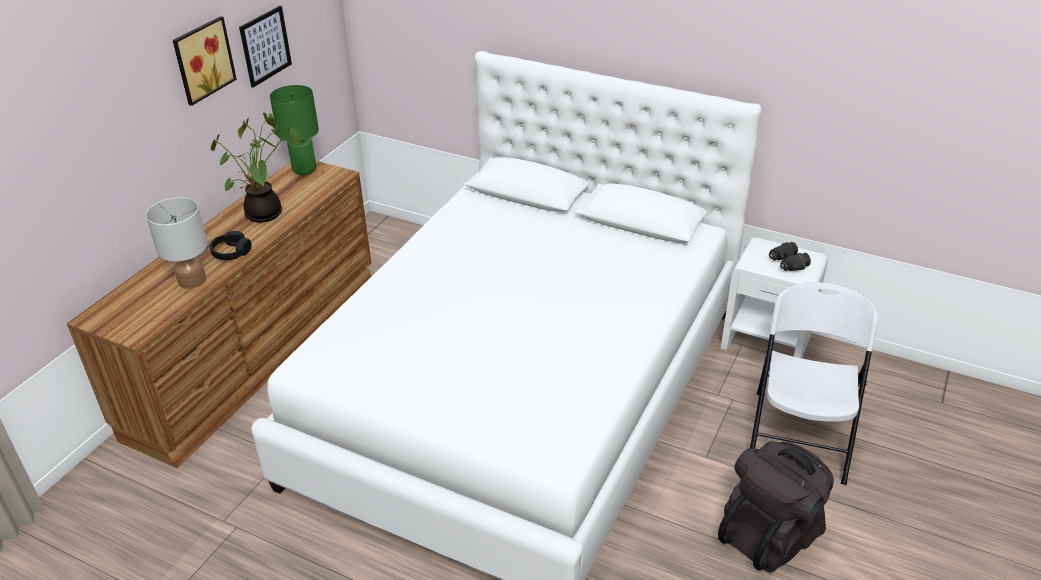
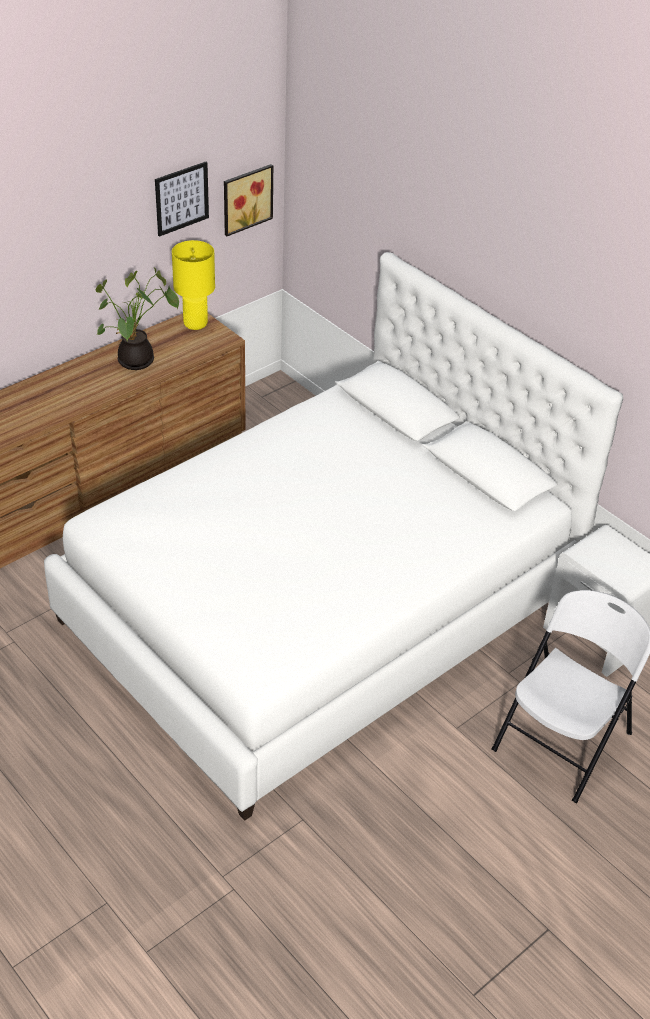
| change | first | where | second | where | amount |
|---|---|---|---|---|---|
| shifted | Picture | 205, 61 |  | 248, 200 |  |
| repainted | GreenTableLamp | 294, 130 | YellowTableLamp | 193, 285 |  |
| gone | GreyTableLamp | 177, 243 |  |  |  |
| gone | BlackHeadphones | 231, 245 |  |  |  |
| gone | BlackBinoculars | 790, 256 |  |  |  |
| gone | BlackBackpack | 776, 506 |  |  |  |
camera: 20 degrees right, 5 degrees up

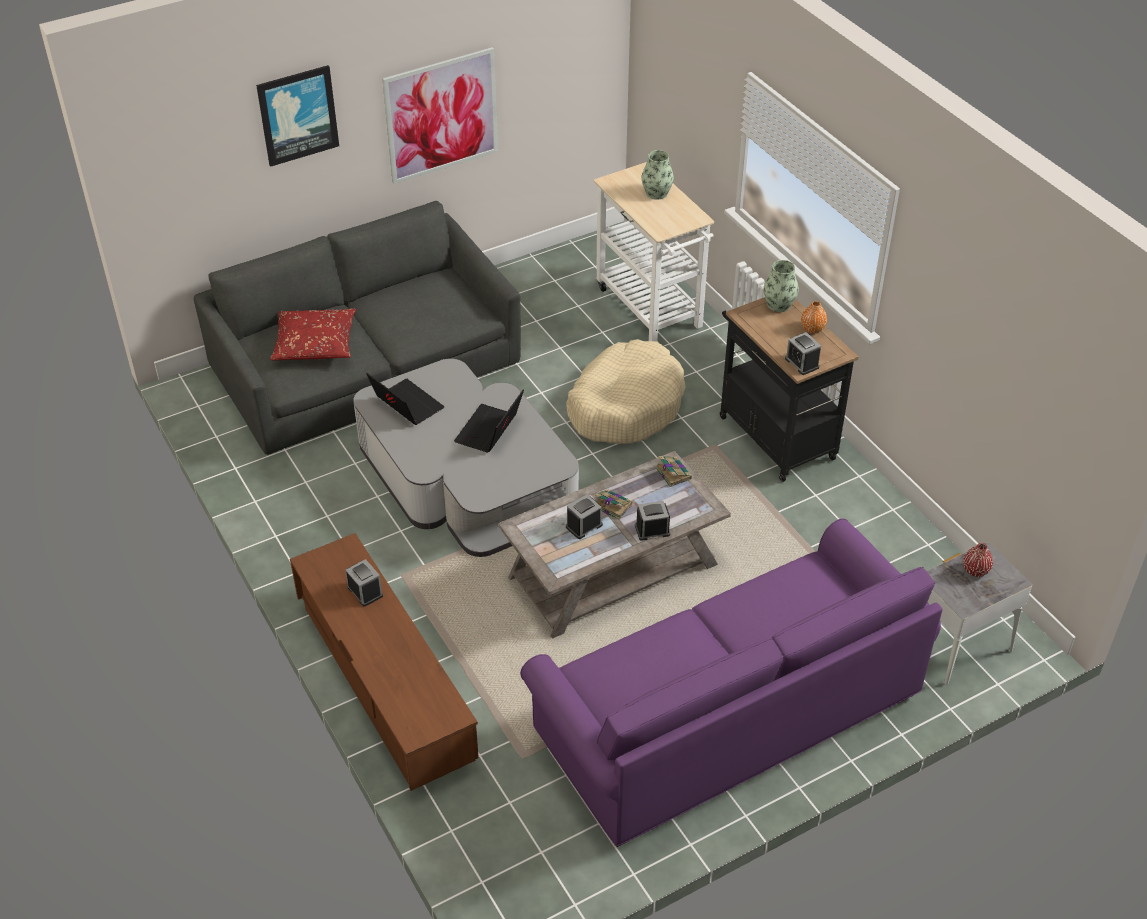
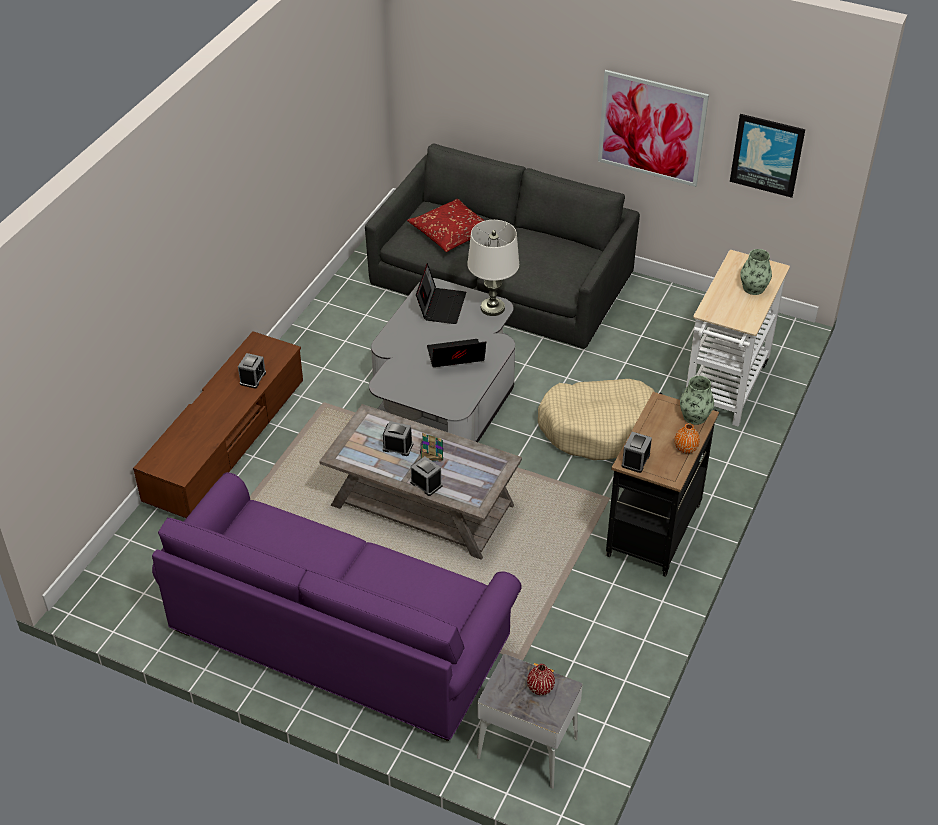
| change | first | where | second | where | amount |
|---|---|---|---|---|---|
| shifted | Picture | 297, 116 |  | 767, 156 |  |
| gone | Book | 674, 471 |  |  |  |
| new |  |  | WhiteTableLamp | 493, 268 |  |
camera: 55 degrees right, 0 degrees up

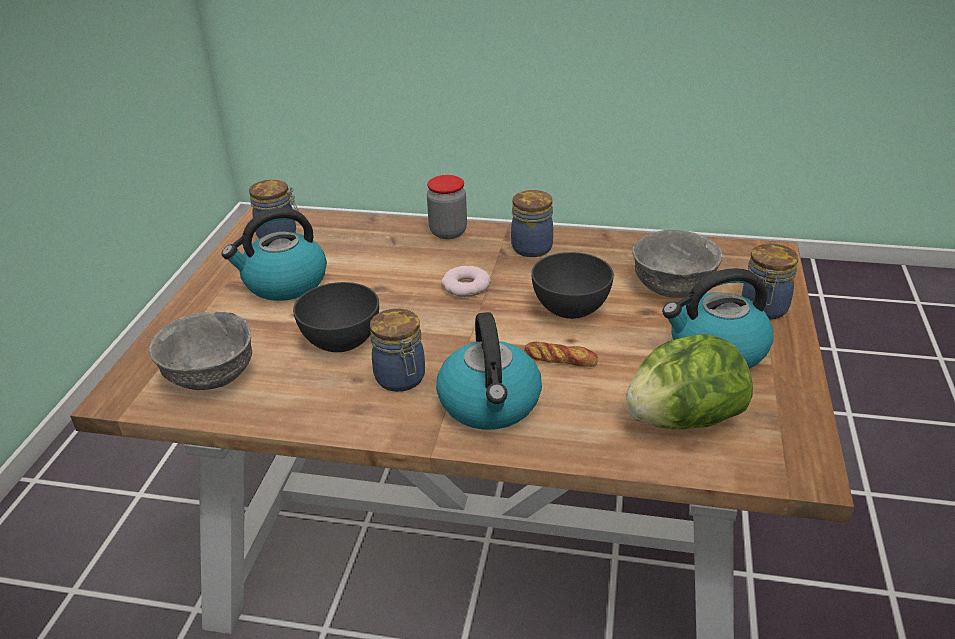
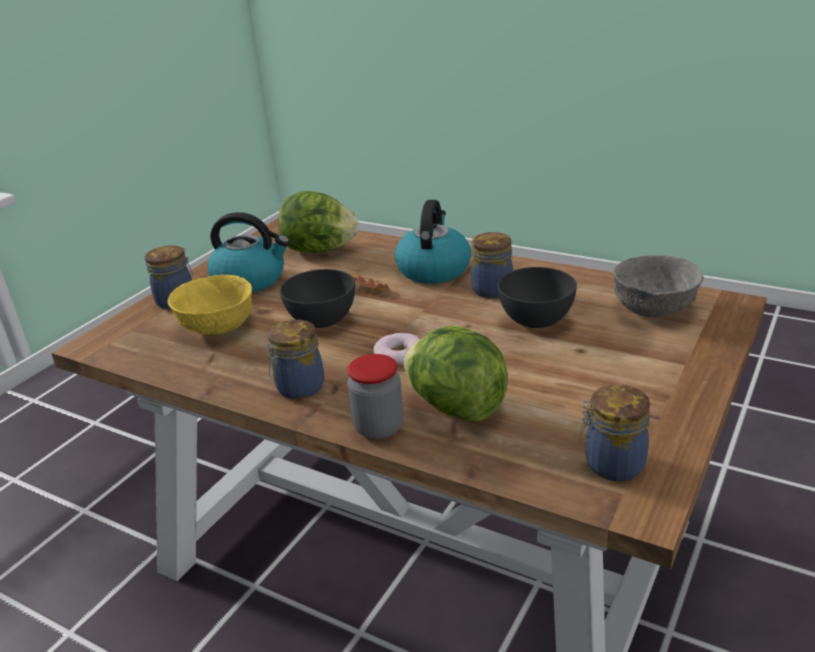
| change | first | where | second | where | amount |
|---|---|---|---|---|---|
| gone | Kettle | 274, 254 |  |  |  |
| repainted | GreyBowl | 677, 264 | YellowBowl | 209, 304 |  |
| new |  |  | Lettuce | 455, 374 |  |
camera: 160 degrees left, 5 degrees down

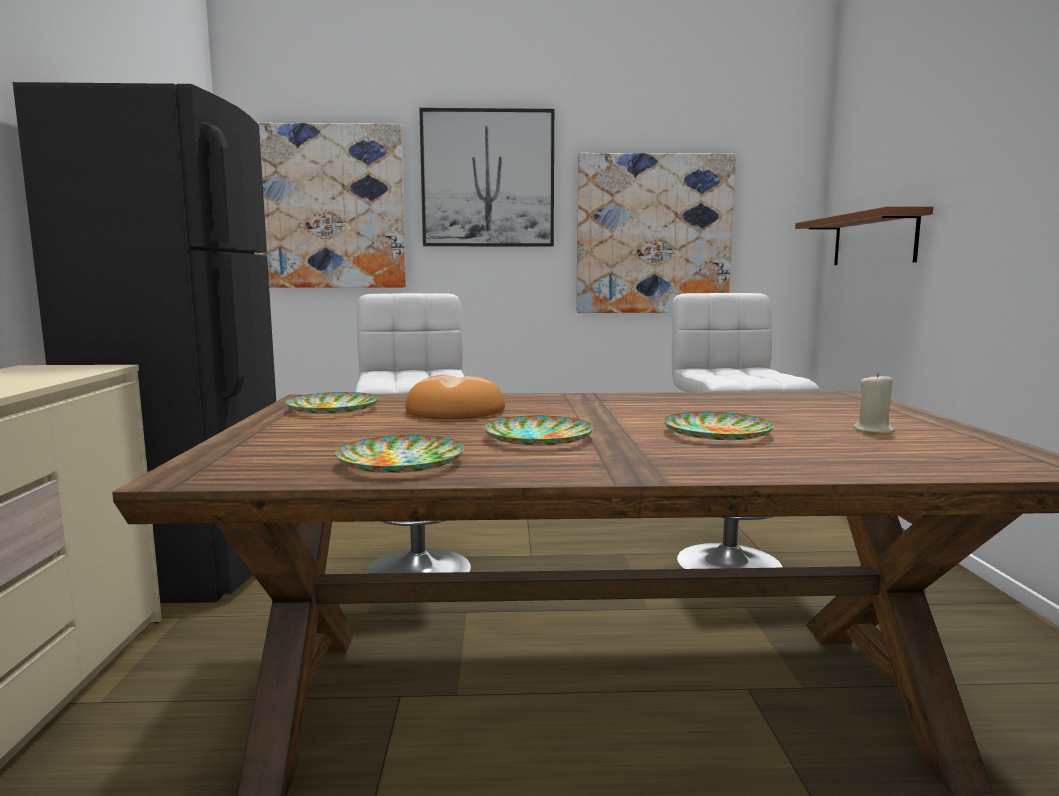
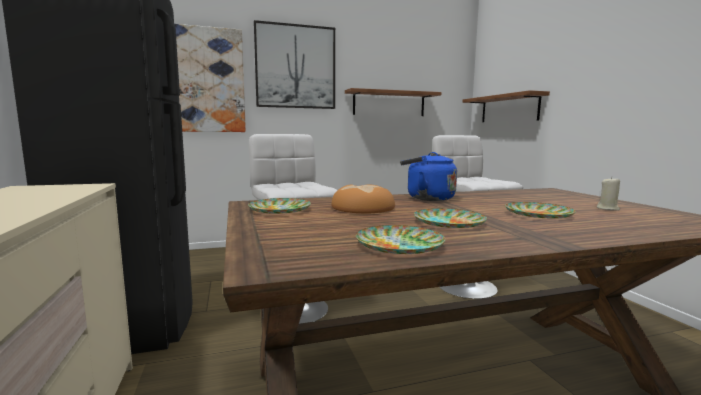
| change | first | where | second | where | amount |
|---|---|---|---|---|---|
| swapped | Picture | 656, 233 | BrownShelf | 393, 102 |  |
| new |  |  | BlueKettle | 428, 176 |  |
camera: 15 degrees left, 0 degrees up

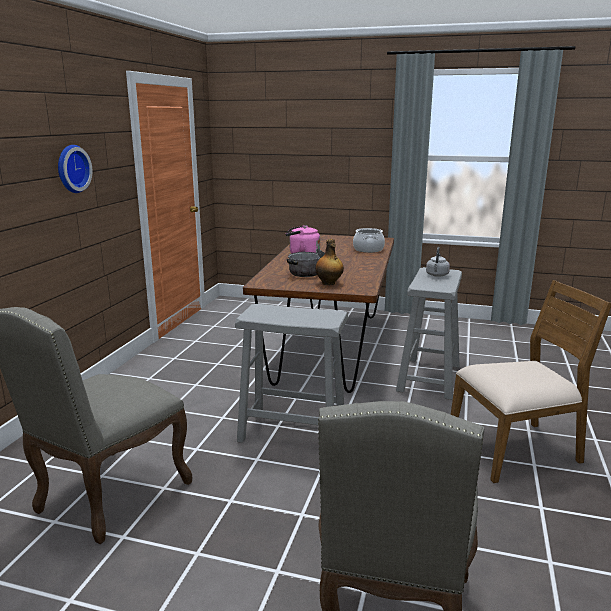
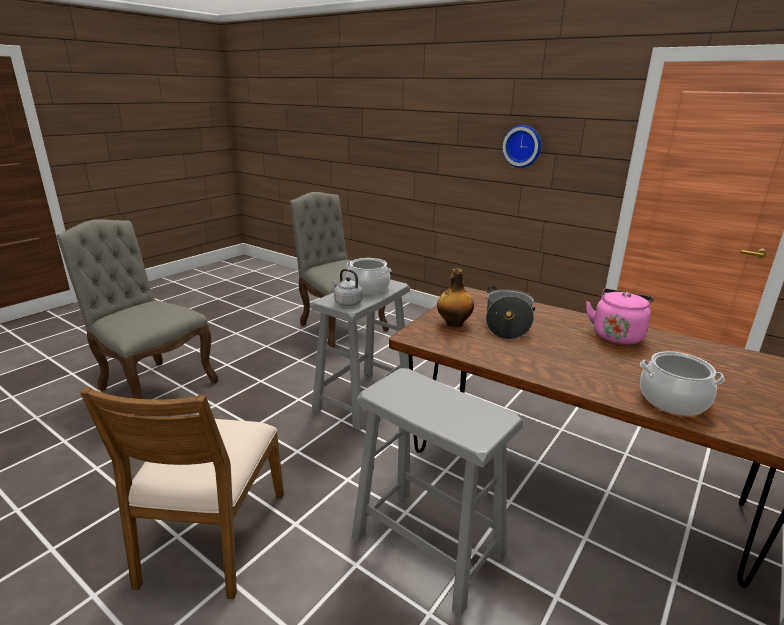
| change | first | where | second | where | amount |
|---|---|---|---|---|---|
| shifted | GreyKettle | 438, 262 |  | 347, 287 |  |
| new |  |  | CookingPot | 368, 276 |  |
camera: 110 degrees right, 5 degrees up

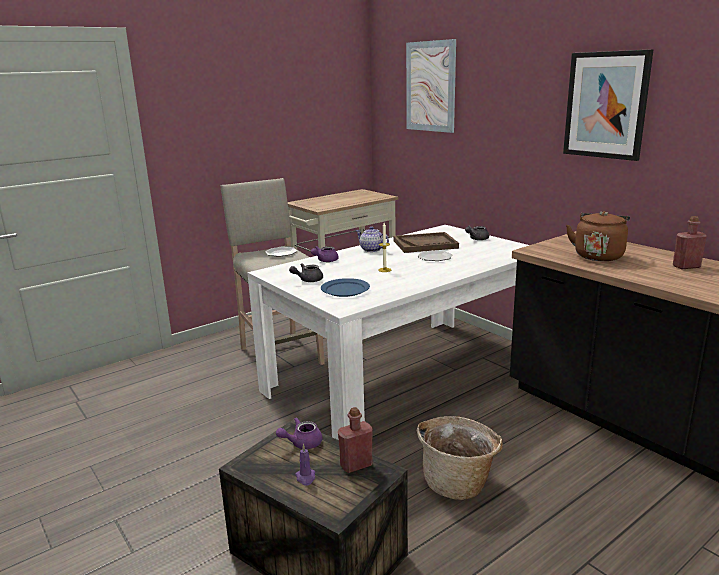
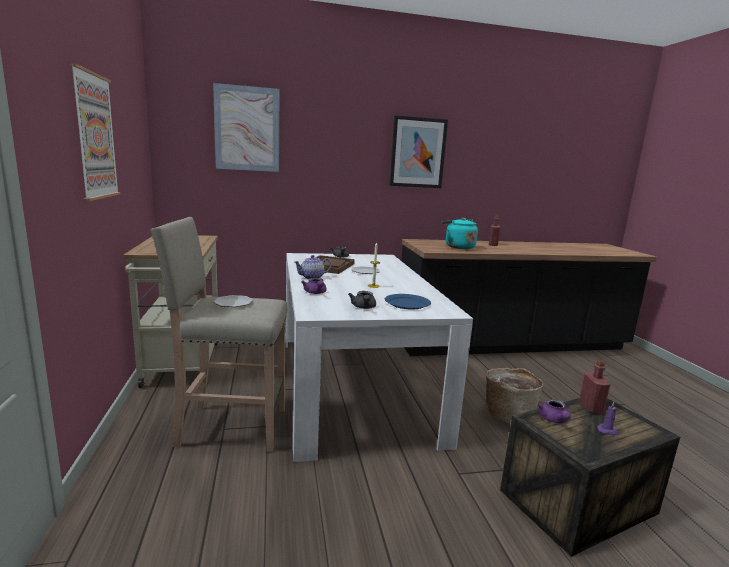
| change | first | where | second | where | amount |
|---|---|---|---|---|---|
| repainted | BrownKettle | 598, 236 | TurquoiseKettle | 459, 233 |  |
| new |  |  | Picture | 94, 132 |  |
camera: 65 degrees left, 5 degrees down

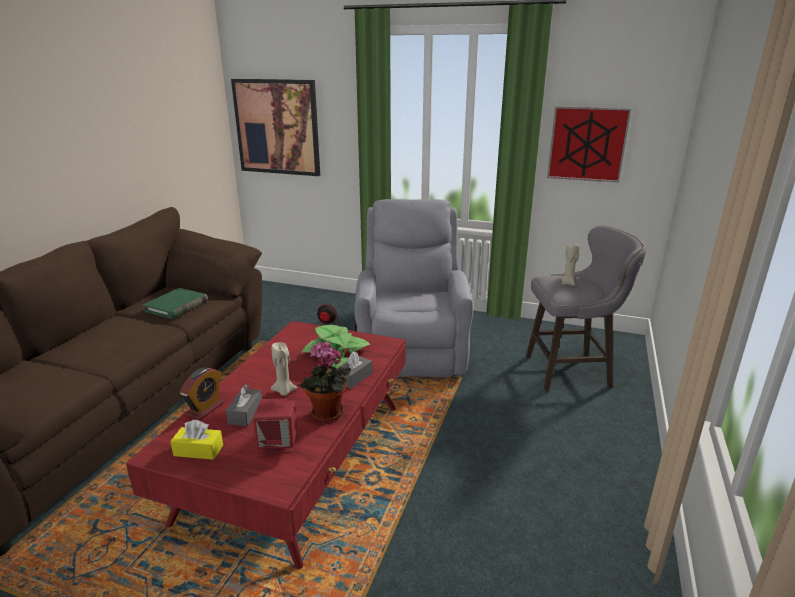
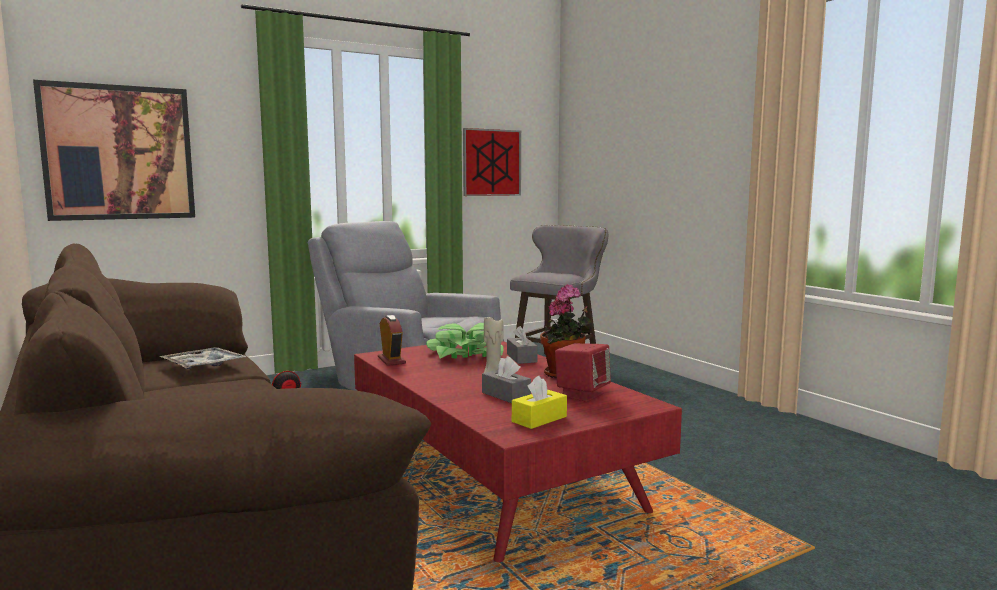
| change | first | where | second | where | amount |
|---|---|---|---|---|---|
| gone | BeigeCandle | 570, 264 |  |  |  |
| swapped | GreenBook | 175, 303 | Tray | 202, 358 |  |
| shifted | AlarmClock | 202, 393 |  | 392, 340 |  |
camera: 50 degrees left, 15 degrees down

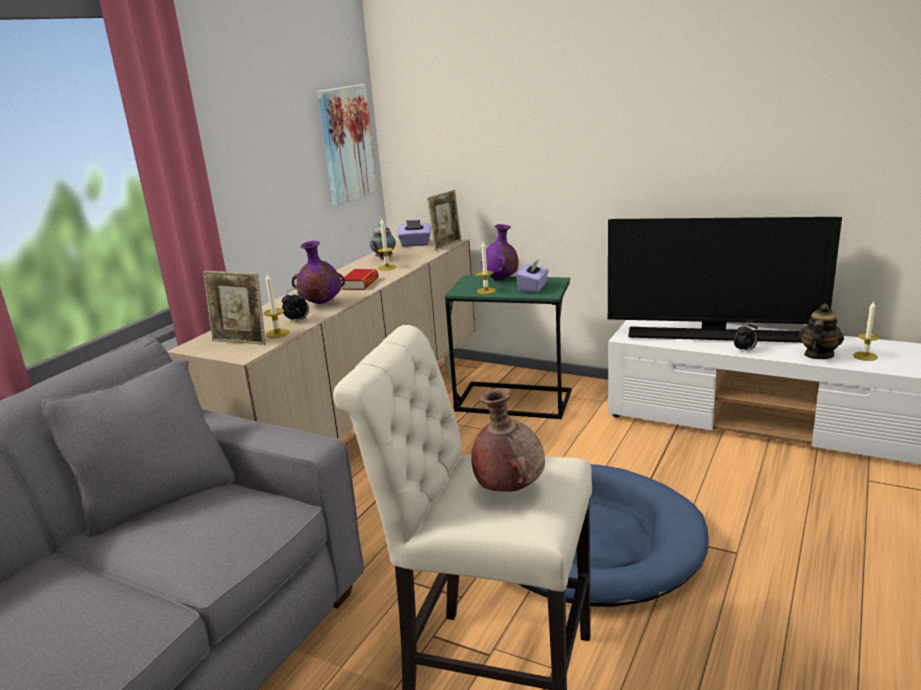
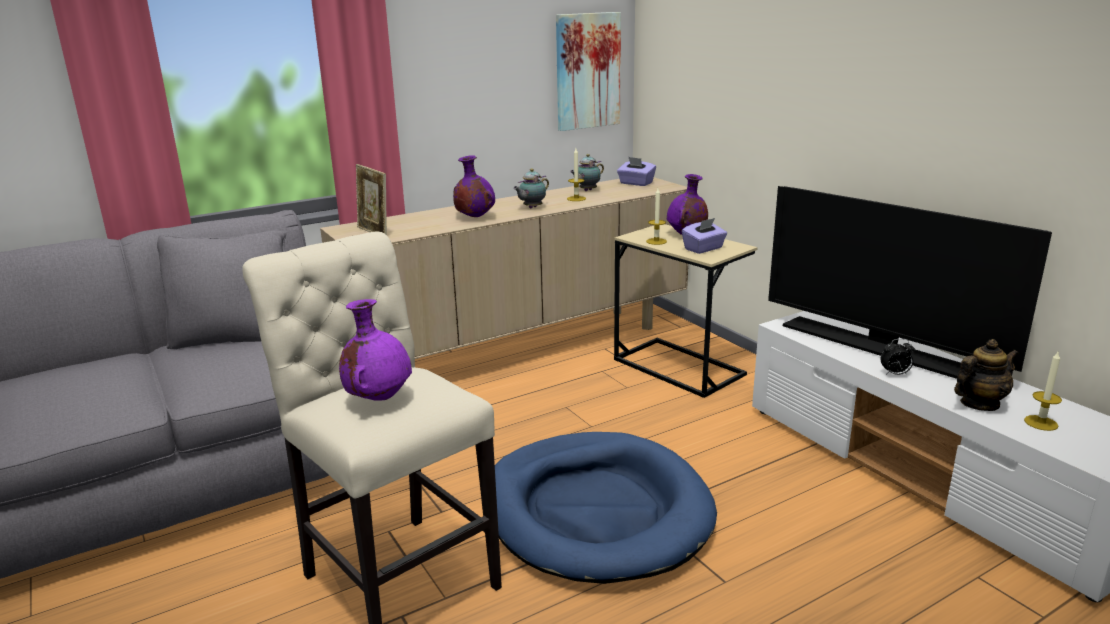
| change | first | where | second | where | amount |
|---|---|---|---|---|---|
| gone | PictureFrame | 444, 220 |  |  |  |
| swapped | Book | 360, 279 | Teapot | 531, 188 |  |
| gone | Candle | 277, 306 |  |  |  |
| repainted | GreenSideTable | 508, 347 | BeigeSideTable | 686, 311 |  |
| gone | AlarmClock | 295, 306 |  |  |  |
| repainted | BrownVase | 508, 440 | PurpleVase | 375, 350 |  |
camera: 30 degrees right, 0 degrees up

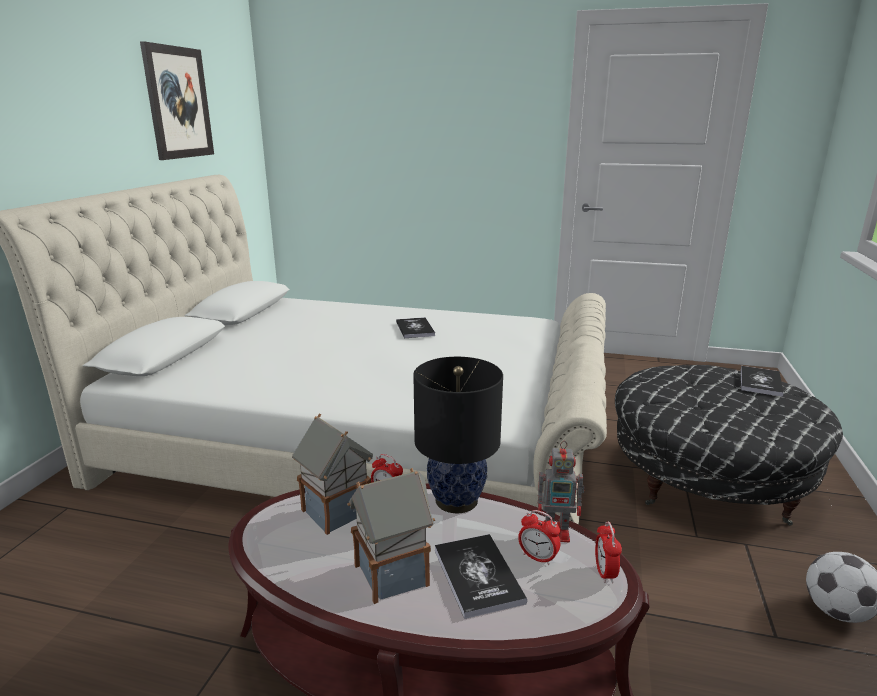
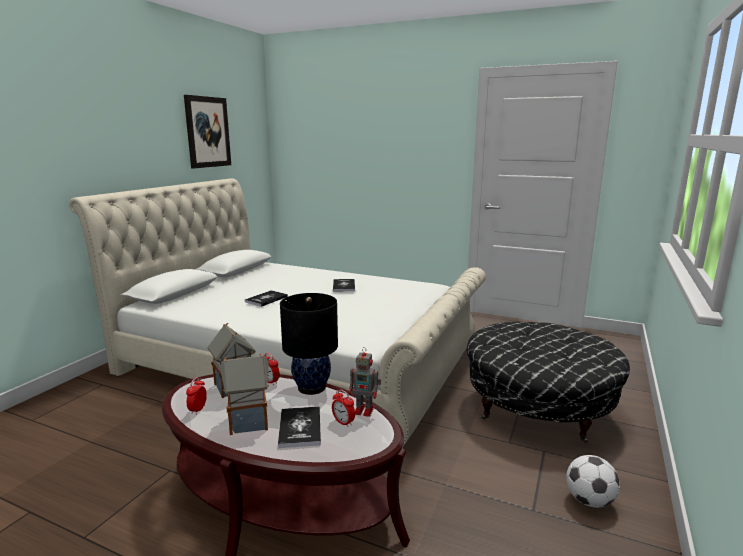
| change | first | where | second | where | amount |
|---|---|---|---|---|---|
| shifted | Book | 761, 381 |  | 266, 298 |  |
| shifted | AlarmClock | 608, 552 |  | 196, 395 |  |
camera: 10 degrees right, 5 degrees down

